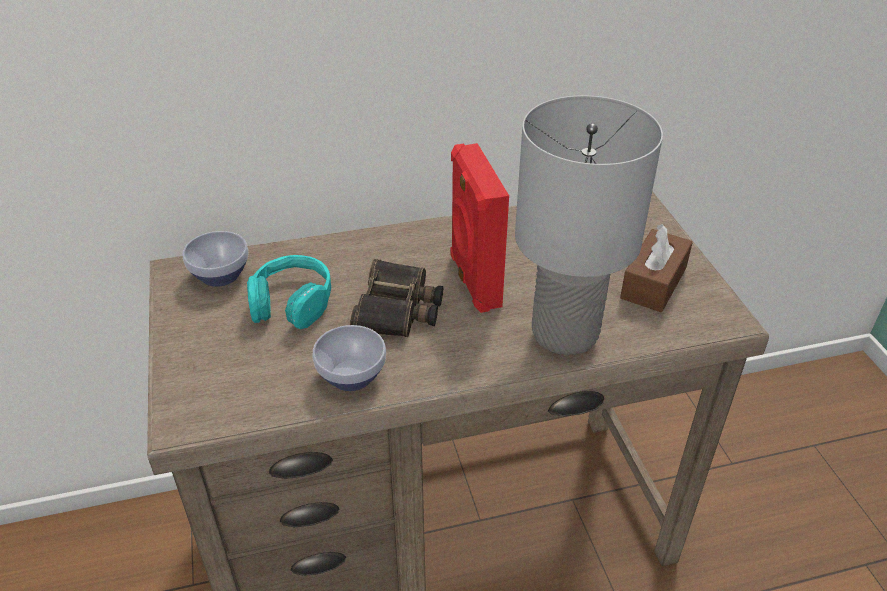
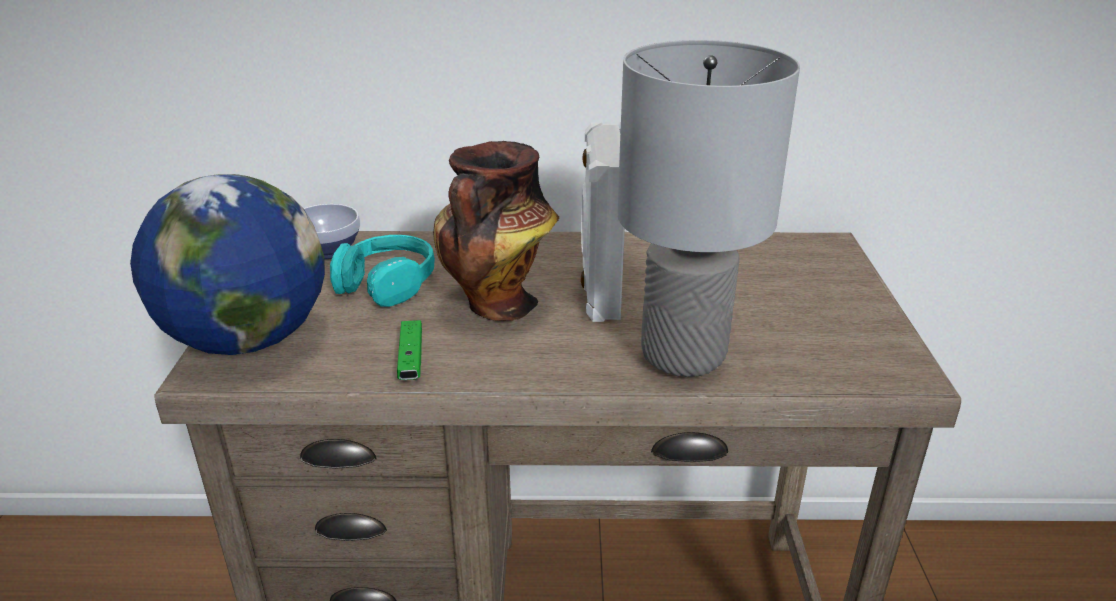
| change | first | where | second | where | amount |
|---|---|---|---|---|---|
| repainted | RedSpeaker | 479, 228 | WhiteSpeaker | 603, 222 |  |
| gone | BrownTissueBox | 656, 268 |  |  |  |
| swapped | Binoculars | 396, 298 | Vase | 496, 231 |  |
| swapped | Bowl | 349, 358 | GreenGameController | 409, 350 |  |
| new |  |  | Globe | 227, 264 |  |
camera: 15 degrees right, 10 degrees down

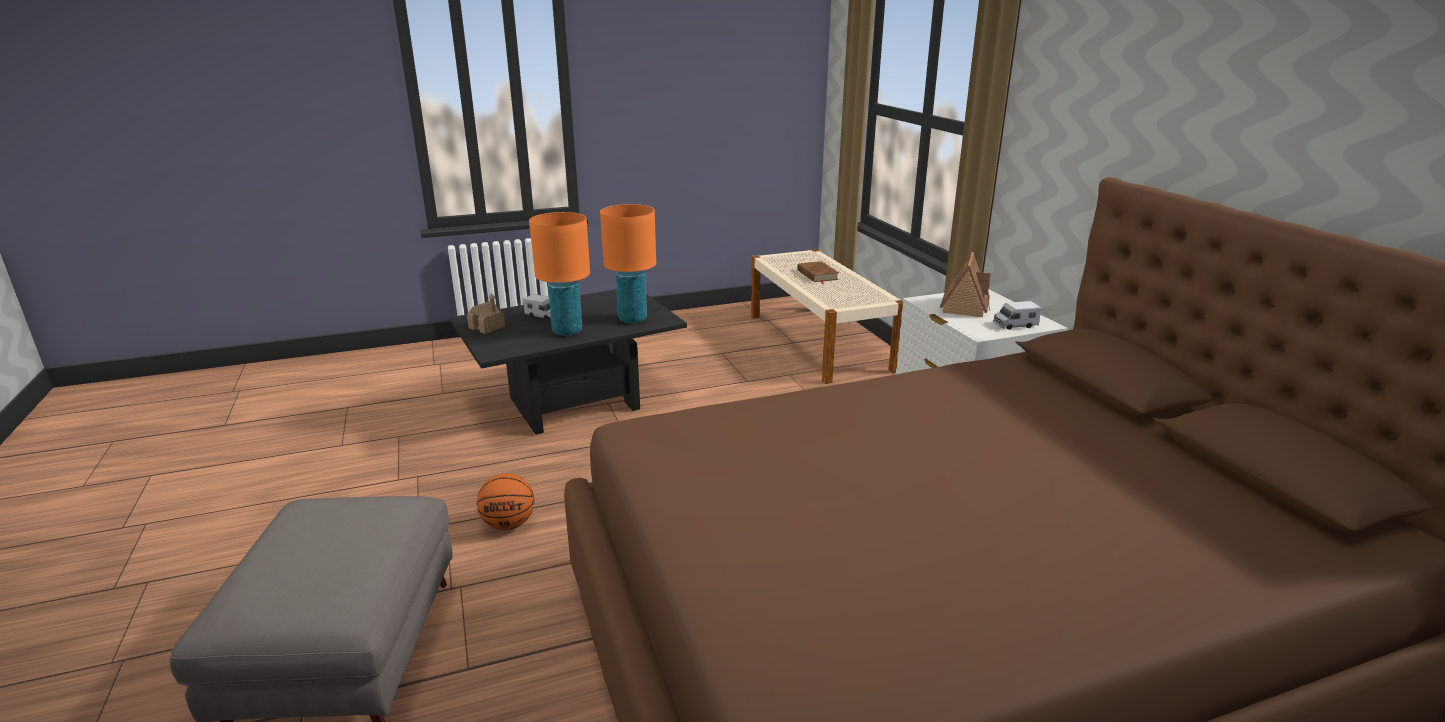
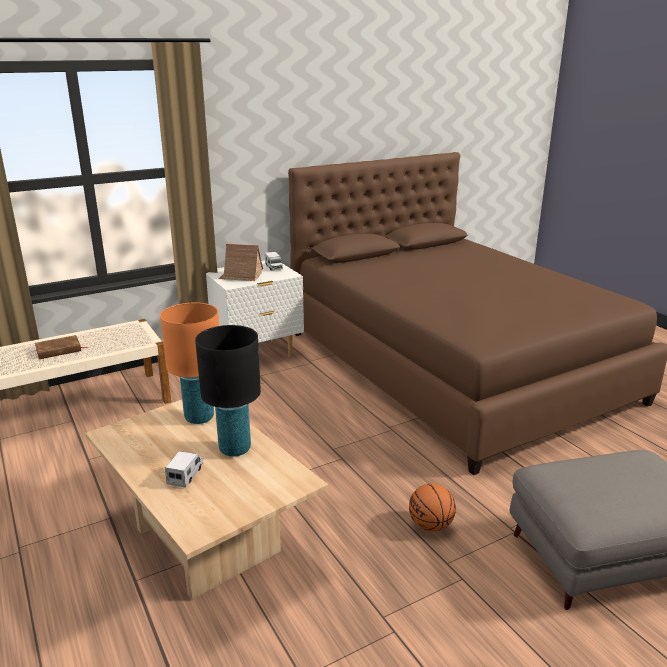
| change | first | where | second | where | amount |
|---|---|---|---|---|---|
| repainted | OrangeTableLamp | 559, 274 | BlackTableLamp | 228, 391 |  |
| repainted | BlackCoffeeTable | 568, 362 | BeigeCoffeeTable | 206, 500 |  |
| gone | ToyHouse | 486, 313 |  |  |  |
camera: 100 degrees left, 0 degrees up

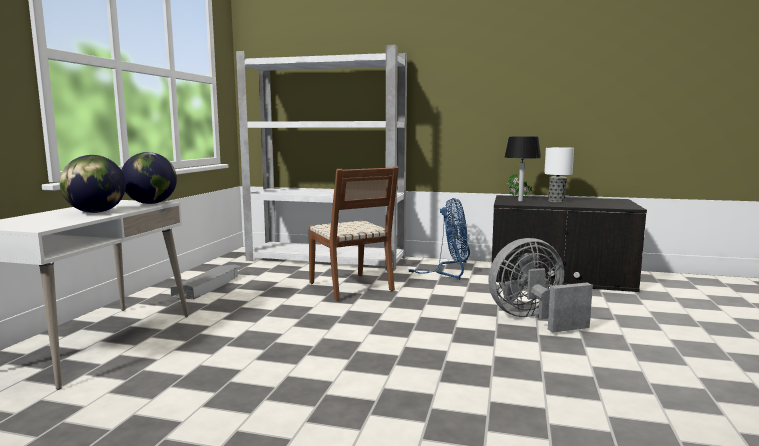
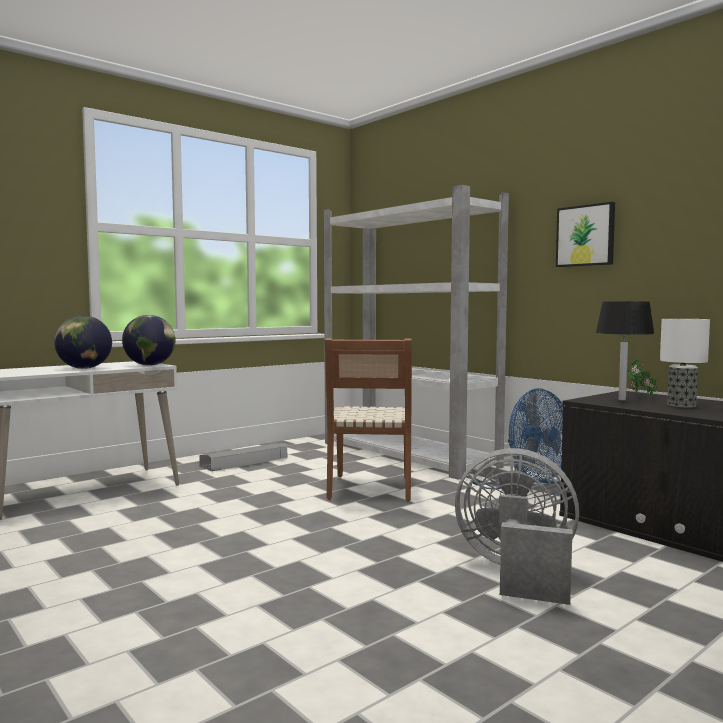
| change | first | where | second | where | amount |
|---|---|---|---|---|---|
| new |  |  | Picture | 585, 234 |  |
camera: 35 degrees right, 5 degrees down

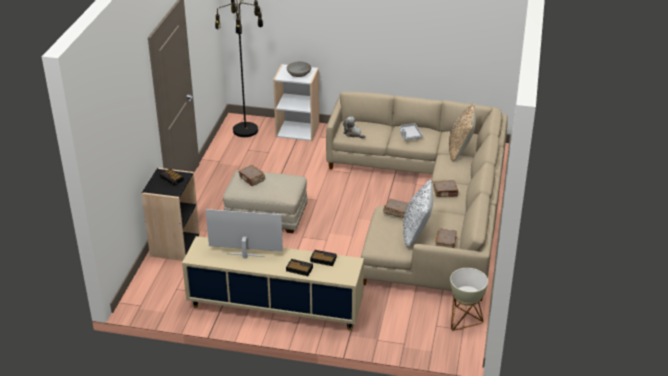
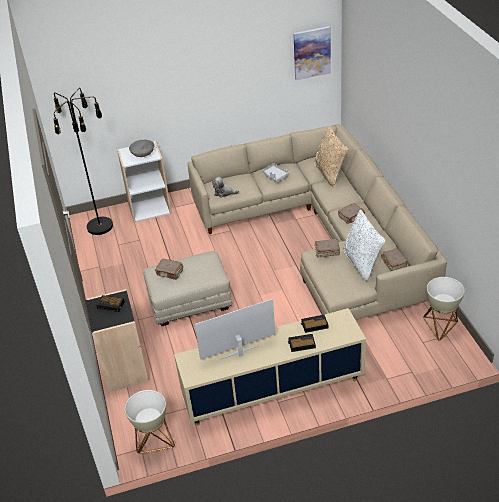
| change | first | where | second | where | amount |
|---|---|---|---|---|---|
| new |  |  | Picture | 312, 53 |  |
| new |  |  | Planter | 150, 422 |  |
camera: 25 degrees left, 5 degrees up

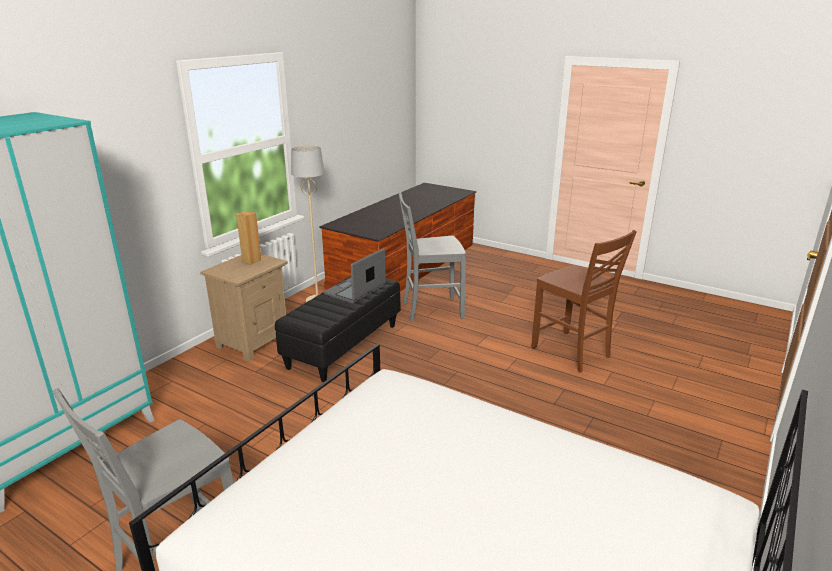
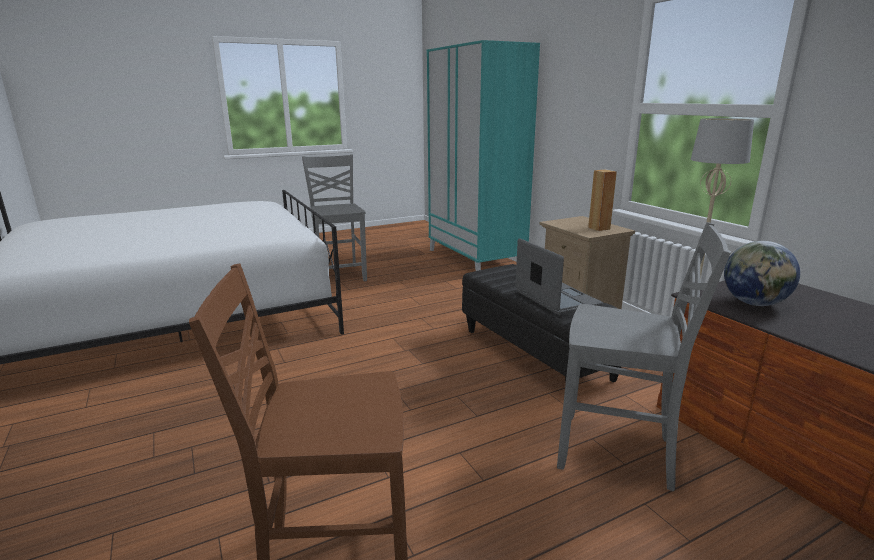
| change | first | where | second | where | amount |
|---|---|---|---|---|---|
| rotated | GreyChair | 432, 256 |  | 644, 356 | 90 degrees clockwise |
| new |  |  | Globe | 762, 273 |  |
camera: 120 degrees right, 5 degrees down

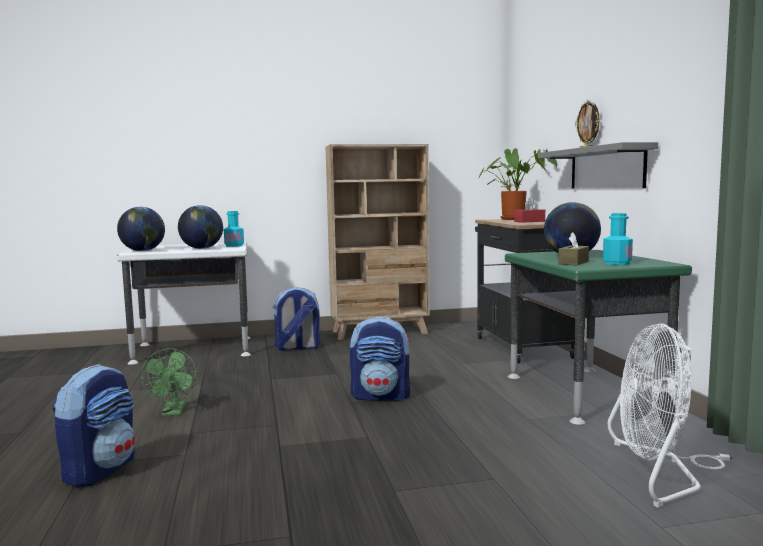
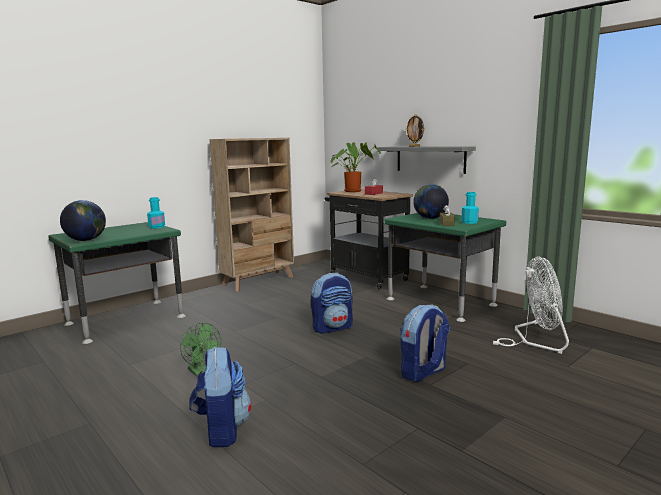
| change | first | where | second | where | amount |
|---|---|---|---|---|---|
| gone | Globe | 200, 227 |  |  |  |
| repainted | WhiteDesk | 184, 303 | GreenDesk | 117, 283 |  |
| shifted | Backpack | 296, 319 |  | 425, 343 |  |
| rotated | WhiteFan | 670, 415 |  | 530, 305 | 150 degrees counterclockwise |
camera: 30 degrees left, 5 degrees up

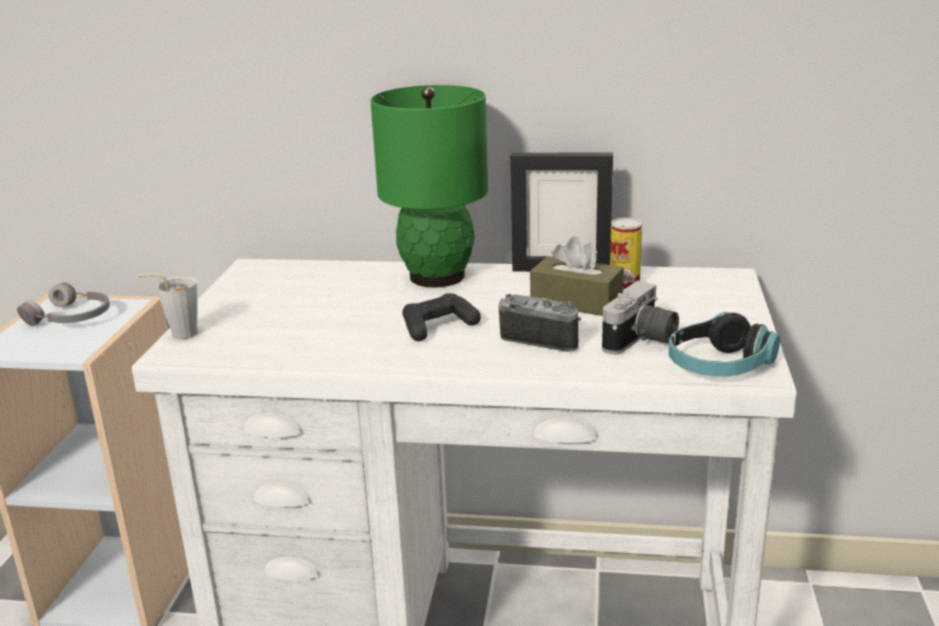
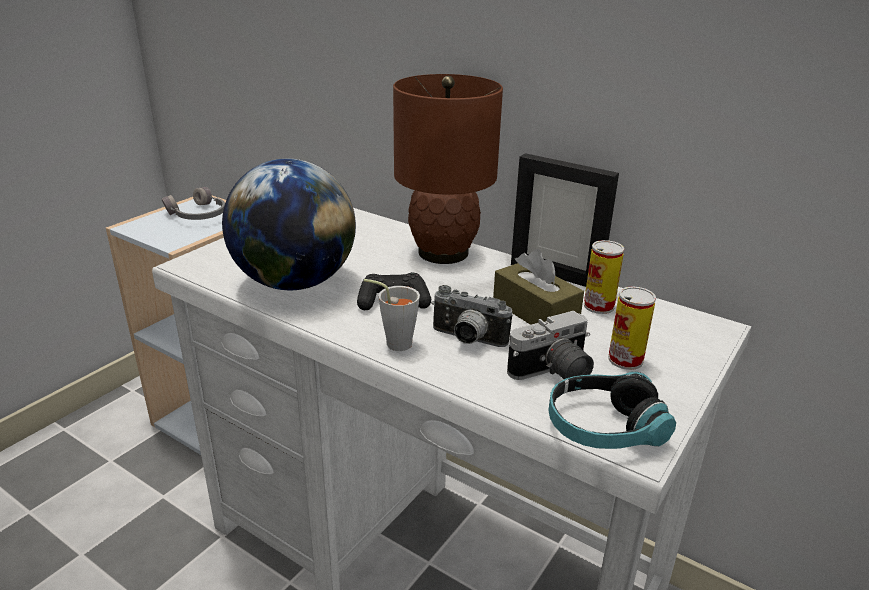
| change | first | where | second | where | amount |
|---|---|---|---|---|---|
| repainted | GreenTableLamp | 429, 186 | BrownTableLamp | 448, 169 |  |
| shifted | GreyCup | 168, 306 |  | 392, 315 |  |
| rotated | PhotoCamera | 540, 323 |  | 472, 316 | 150 degrees clockwise |
| new |  |  | Globe | 289, 224 |  |
| new |  |  | Can | 632, 328 |  |
camera: 25 degrees right, 5 degrees up

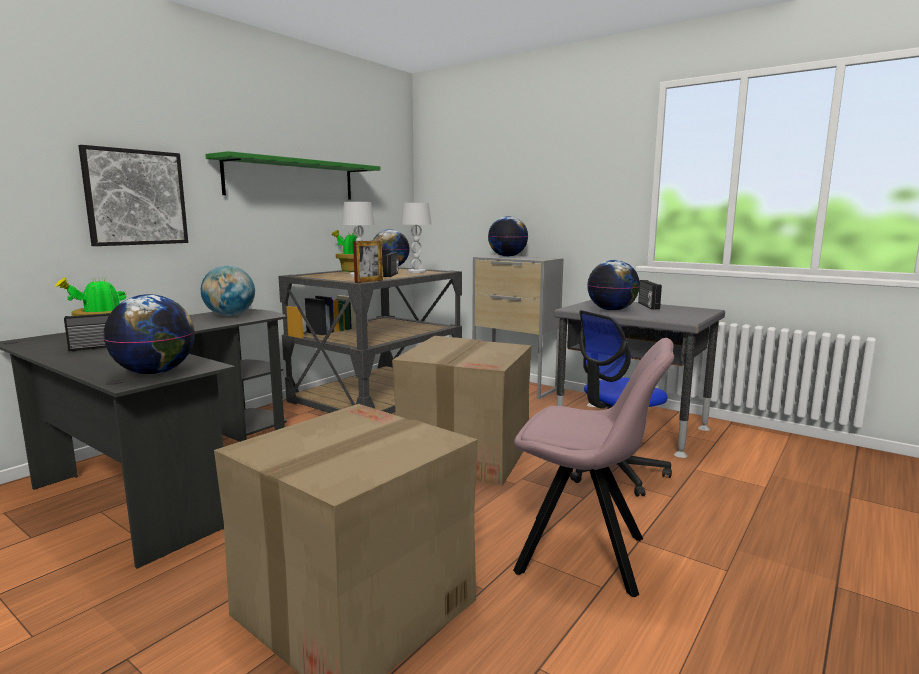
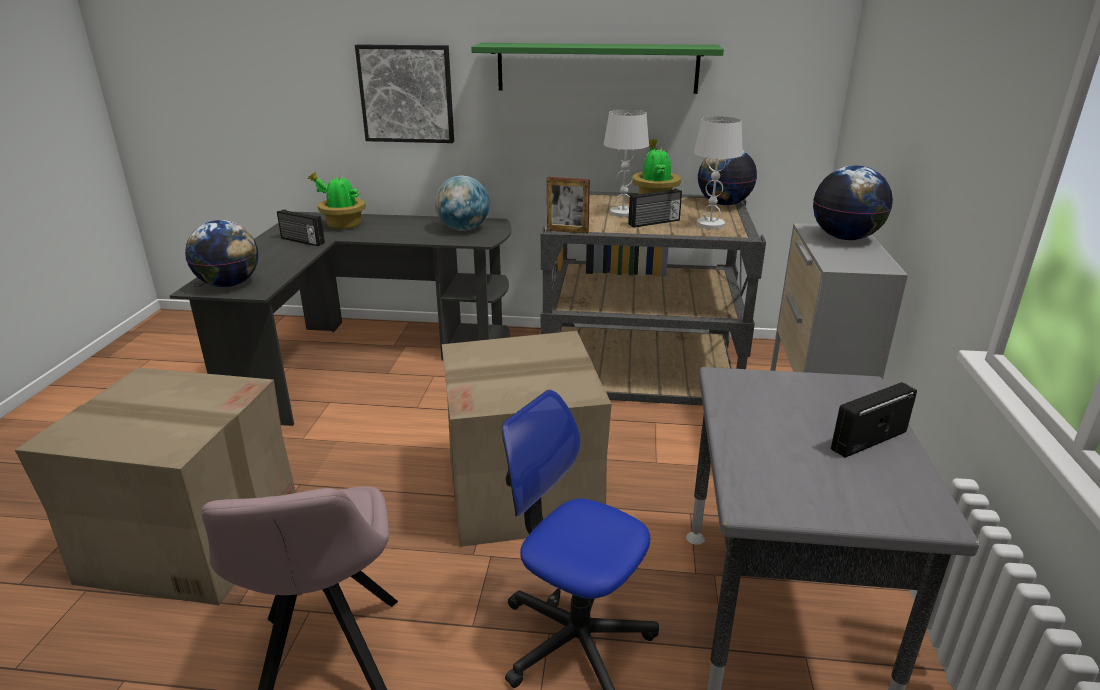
| change | first | where | second | where | amount |
|---|---|---|---|---|---|
| gone | Globe | 613, 285 |  |  |  |
camera: 60 degrees right, 15 degrees up

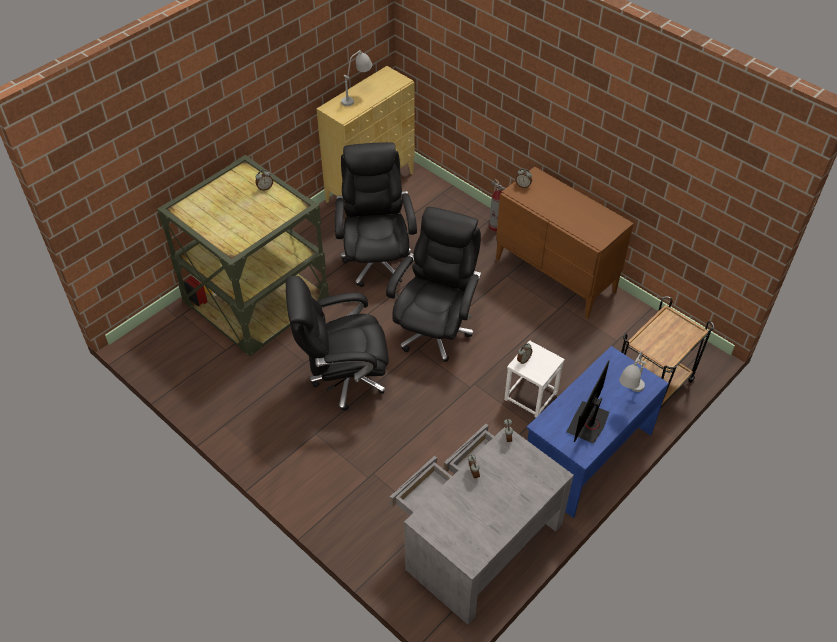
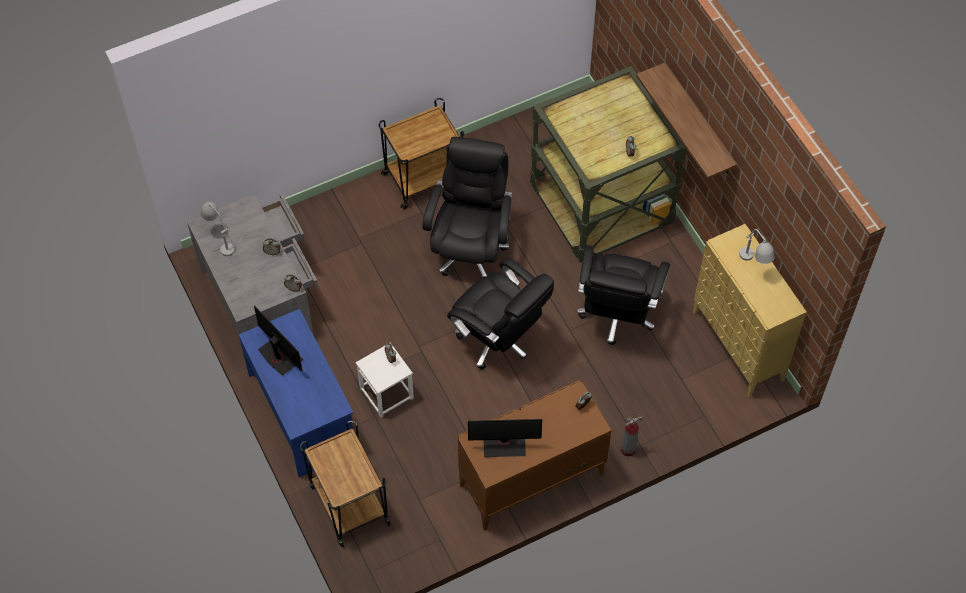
| change | first | where | second | where | amount |
|---|---|---|---|---|---|
| rotated | BlackOfficeChair | 376, 214 |  | 623, 295 | 90 degrees clockwise |
| shifted | GreyTableLamp | 633, 371 |  | 217, 229 |  |
| new |  |  | Shelf | 686, 120 |  |
| new |  |  | BrownCart | 421, 153 |  |
| new |  |  | Monitor | 505, 438 |  |
camera: 110 degrees right, 10 degrees up

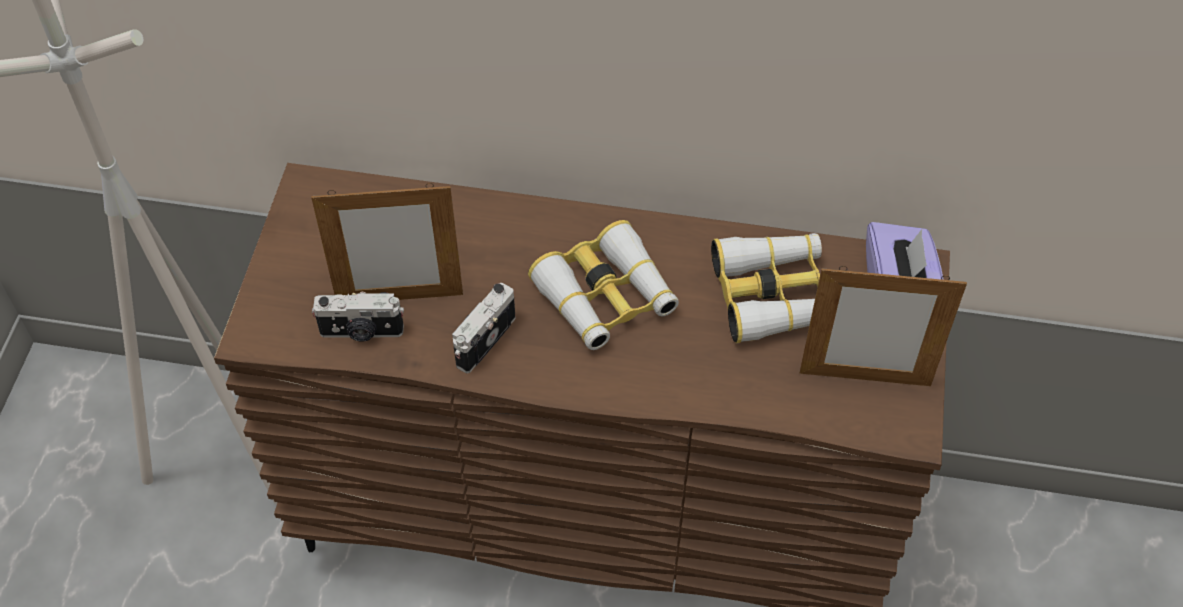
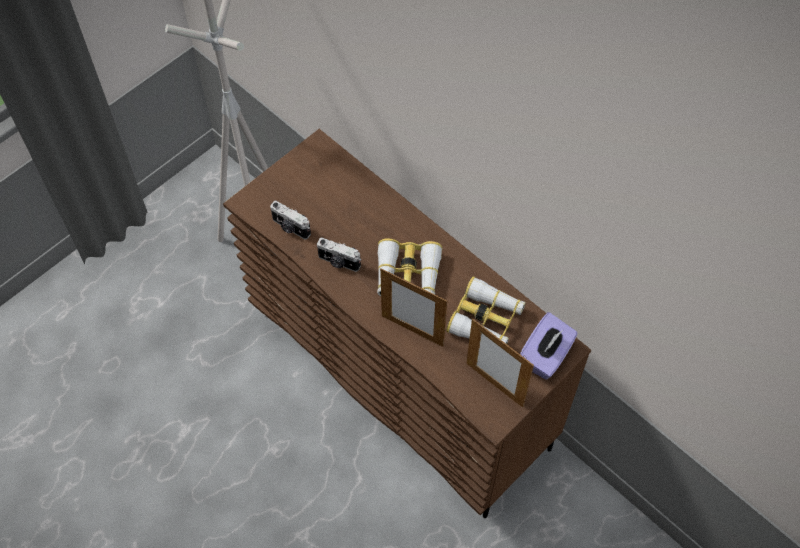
| change | first | where | second | where | amount |
|---|---|---|---|---|---|
| shifted | PictureFrame | 387, 241 |  | 413, 307 |  |
| rotated | PhotoCamera | 484, 328 |  | 338, 254 | 135 degrees counterclockwise |
camera: 35 degrees right, 5 degrees up

